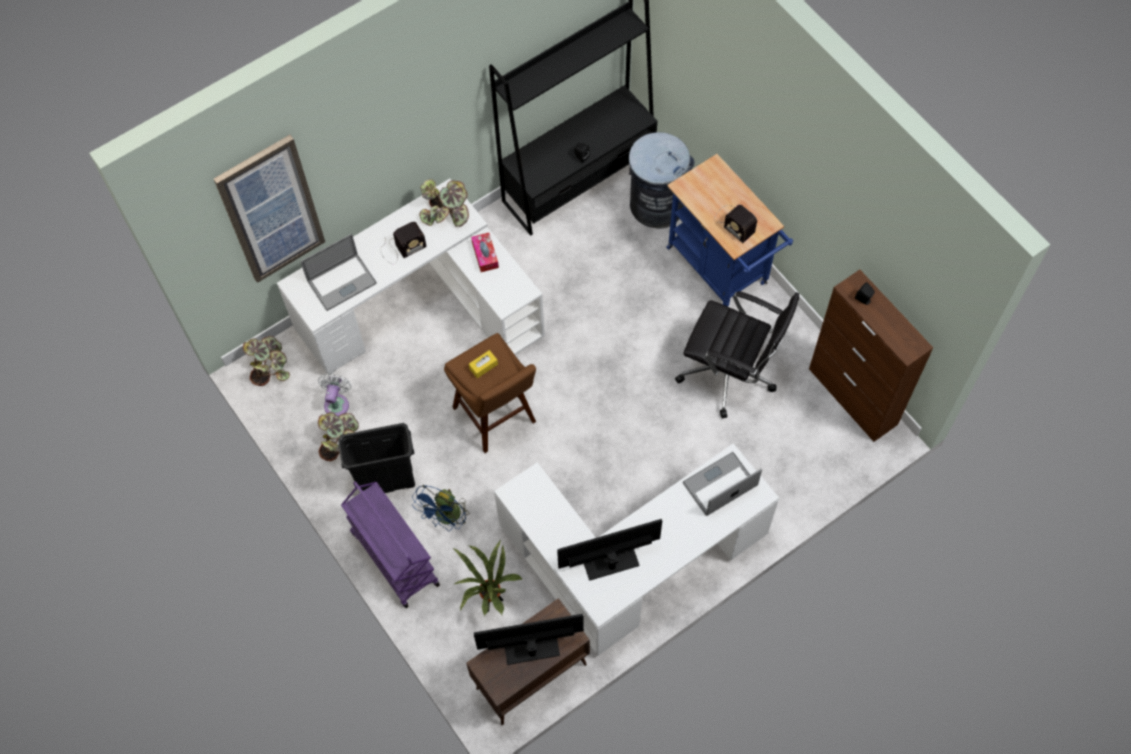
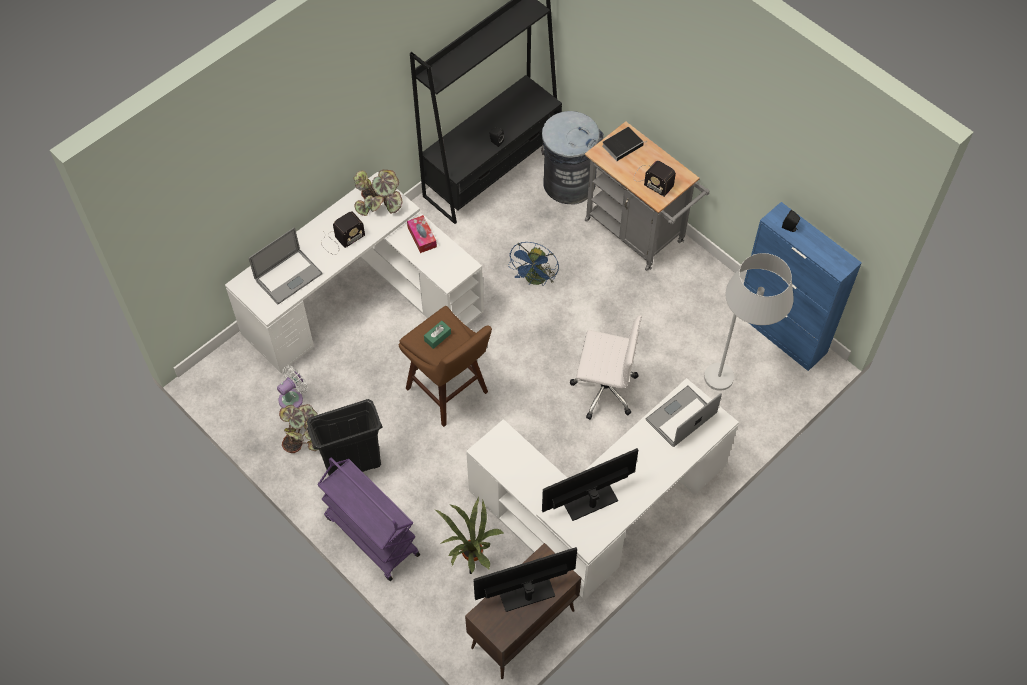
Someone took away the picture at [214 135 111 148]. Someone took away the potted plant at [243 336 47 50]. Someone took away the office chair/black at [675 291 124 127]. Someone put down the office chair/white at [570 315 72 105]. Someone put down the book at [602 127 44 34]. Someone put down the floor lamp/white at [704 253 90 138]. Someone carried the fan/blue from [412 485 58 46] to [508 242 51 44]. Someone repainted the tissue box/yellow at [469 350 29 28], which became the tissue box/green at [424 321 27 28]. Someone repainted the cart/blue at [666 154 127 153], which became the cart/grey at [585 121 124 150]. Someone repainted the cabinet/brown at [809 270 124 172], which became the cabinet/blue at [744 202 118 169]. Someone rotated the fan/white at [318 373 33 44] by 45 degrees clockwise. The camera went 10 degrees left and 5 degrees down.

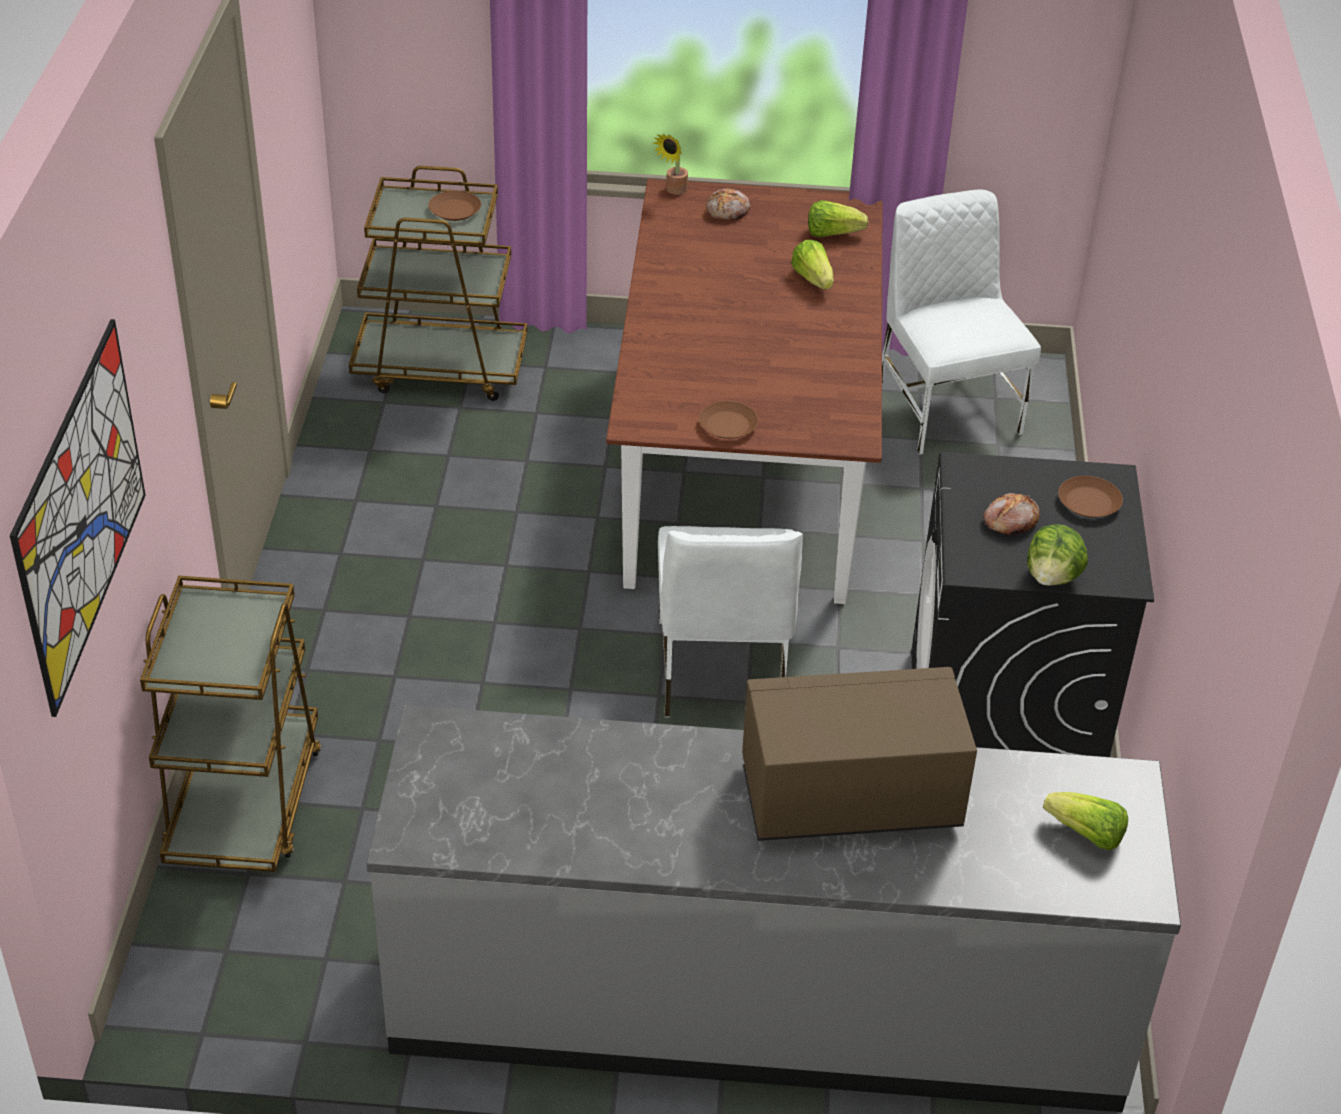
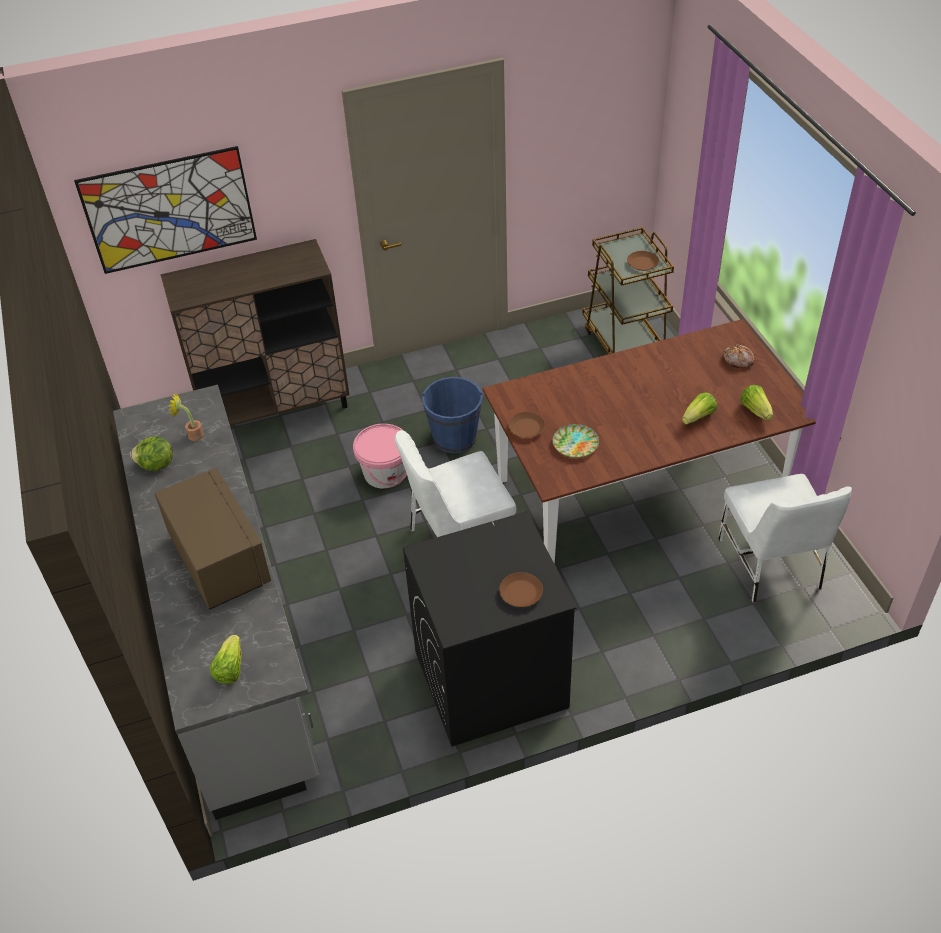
Someone took away the bread at [983 493 56 42]. Someone put down the bucket/pink at [353 424 54 65]. Someone put down the bucket/blue at [422 377 61 76]. Someone put down the plate at [553 424 46 34]. Someone carried the potted plant from [653 134 35 61] to [168 392 36 49]. Someone carried the lettuce from [1027 524 61 62] to [130 437 43 34]. Someone swapped the cart/brown at [140 576 182 296] for the cabinet/brown at [161 239 188 187]. Someone rotated the chair/white at [882 189 159 266] by 120 degrees clockwise. The camera went 70 degrees right and 5 degrees up.

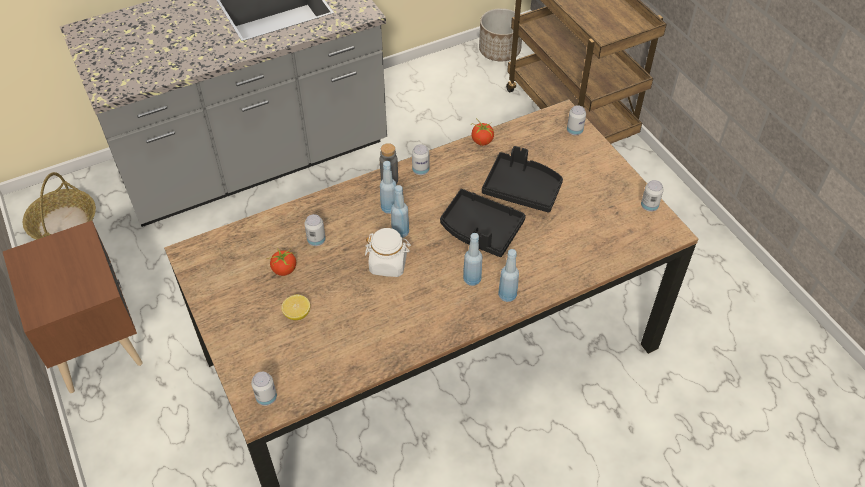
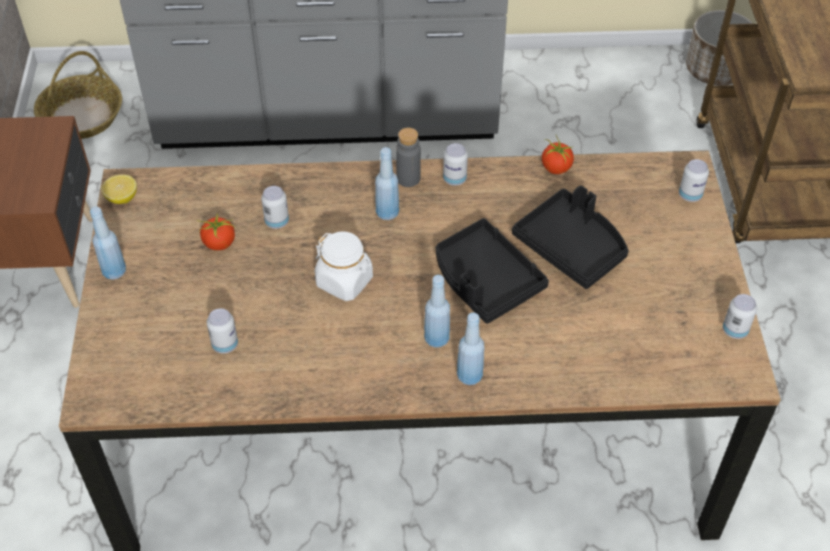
Someone carried the can from [251 372 26 34] to [207 308 31 46]. Someone carried the lemon from [281 295 29 25] to [101 175 36 29]. Someone carried the bottle/blue from [391 185 18 53] to [90 207 36 73]. The camera went 25 degrees right and 0 degrees up.

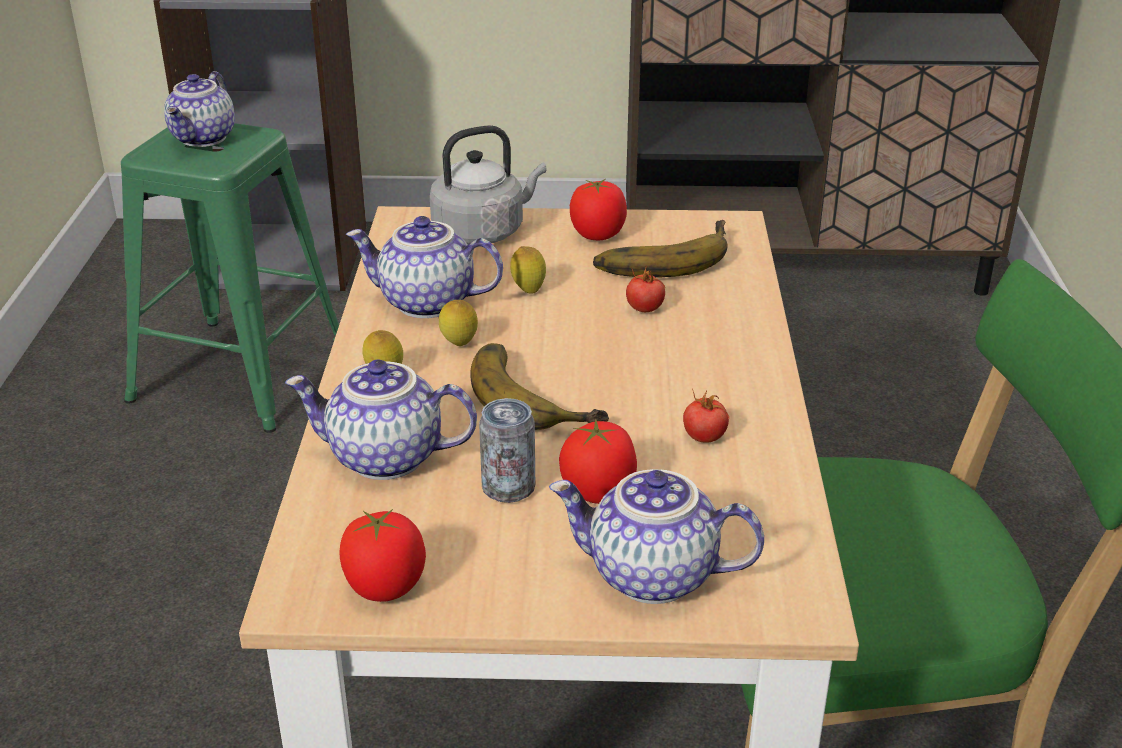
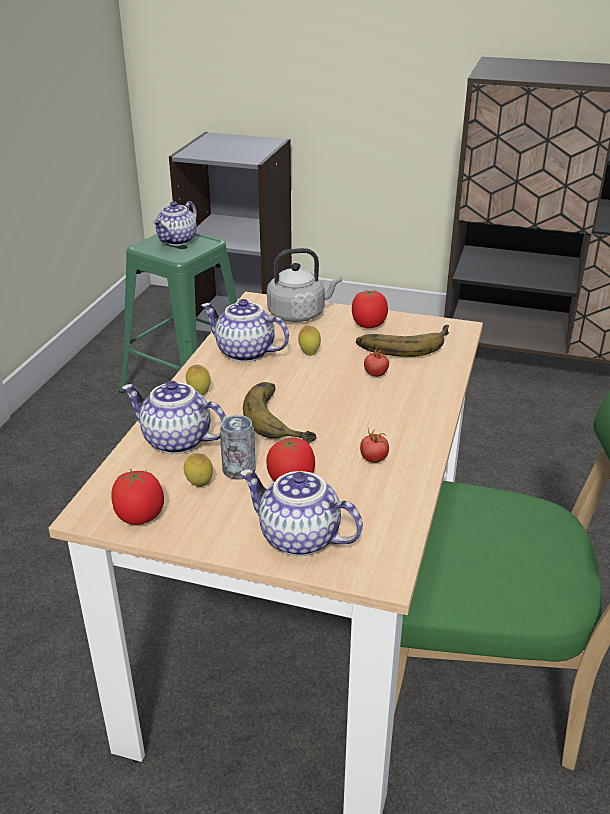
Someone carried the lemon from [439 300 39 46] to [184 453 29 34]. The camera went 15 degrees right and 0 degrees up.

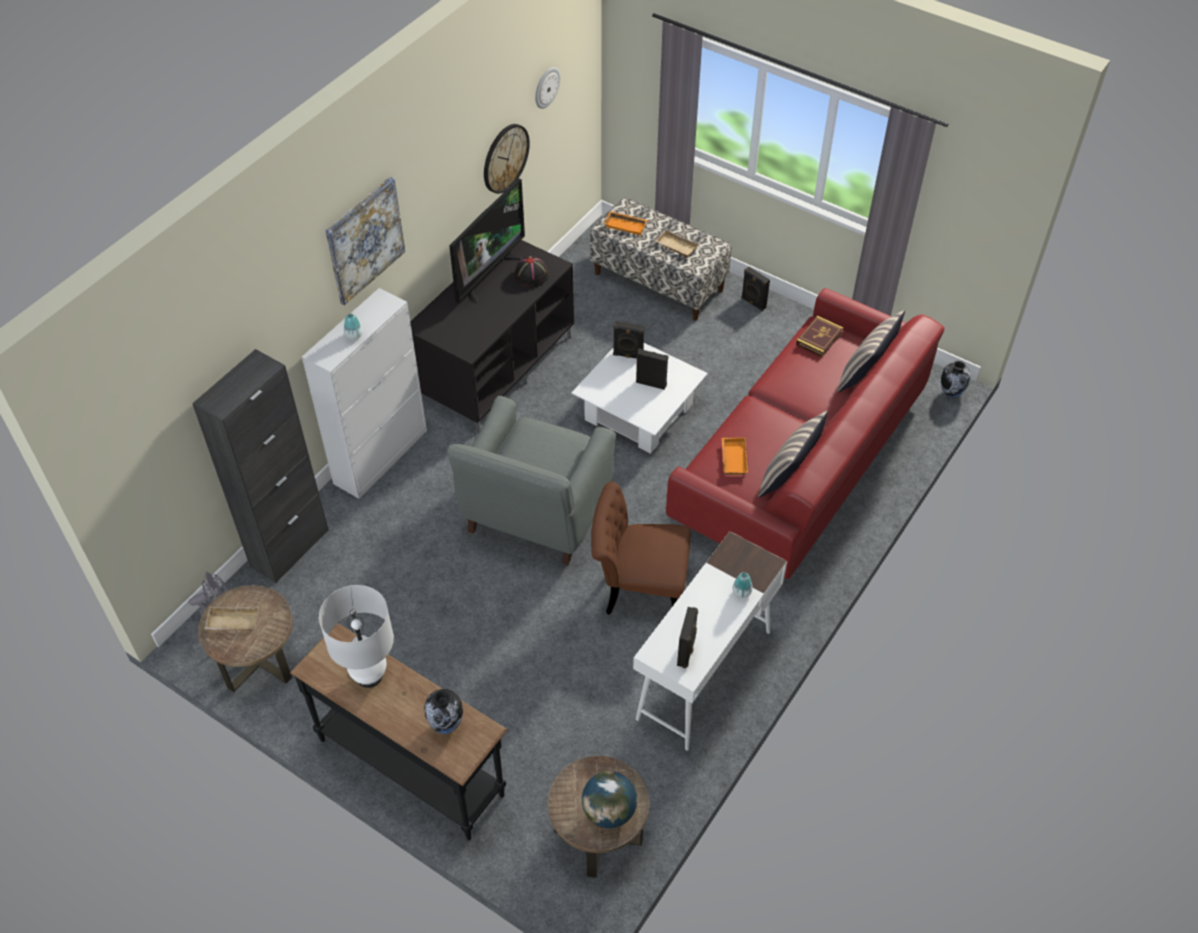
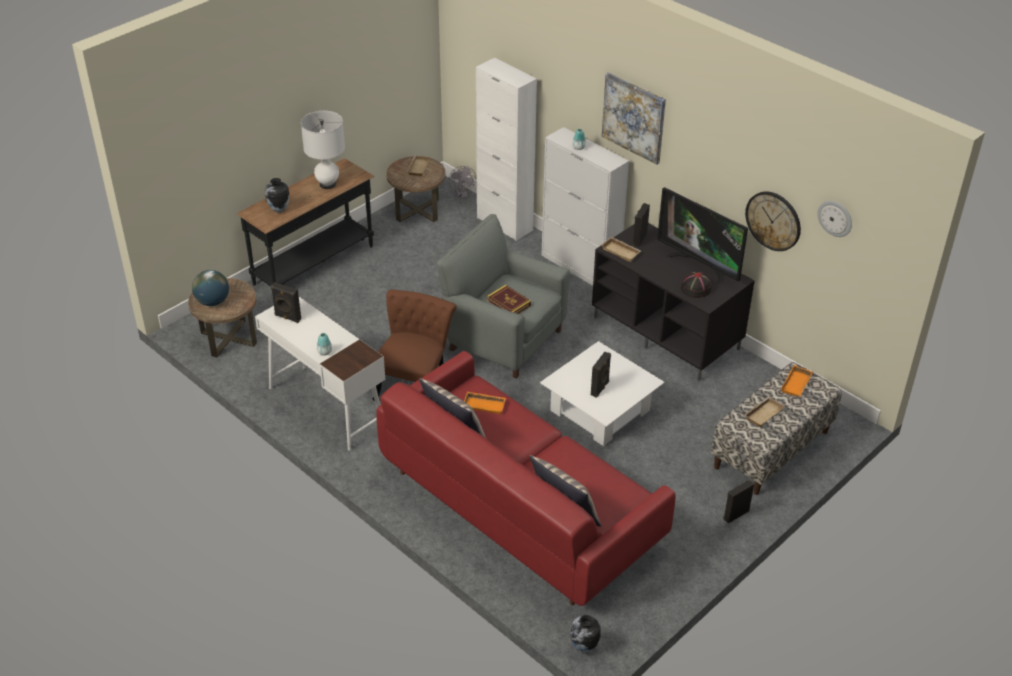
Someone put down the tray/beige at [601 237 40 25]. Someone carried the speaker/black from [613 321 31 38] to [632 203 18 44]. Someone carried the book from [796 316 47 41] to [487 285 44 29]. Someone repainted the cabinet/black at [192 349 137 234], which became the cabinet/white at [476 58 61 183]. The camera went 100 degrees right and 10 degrees down.

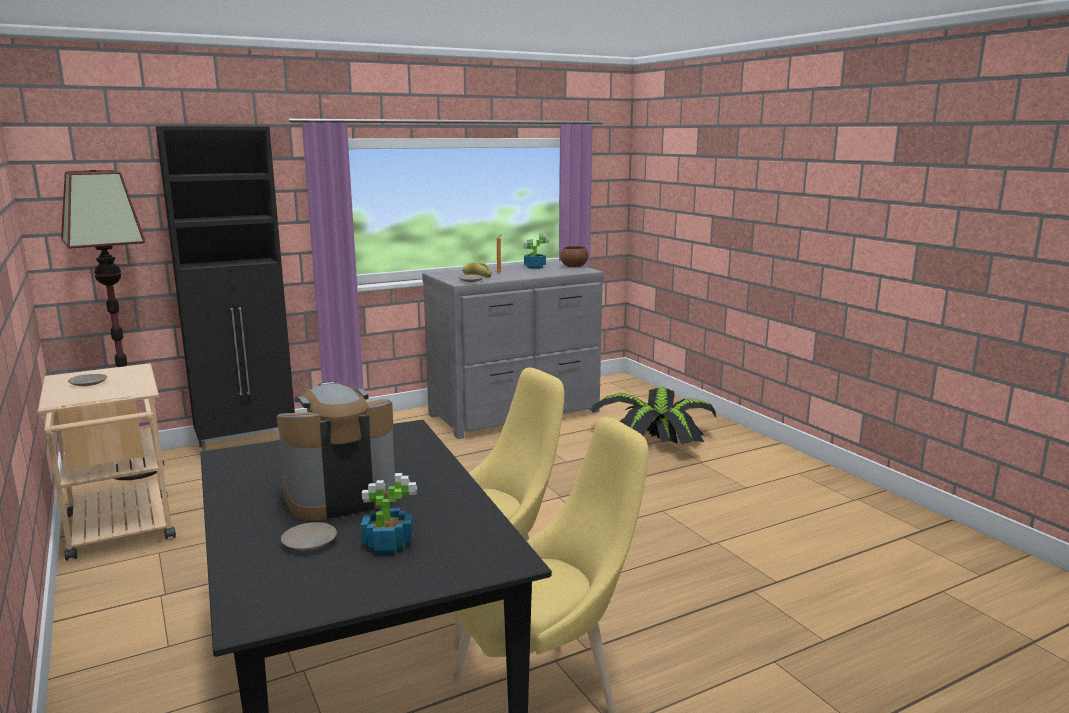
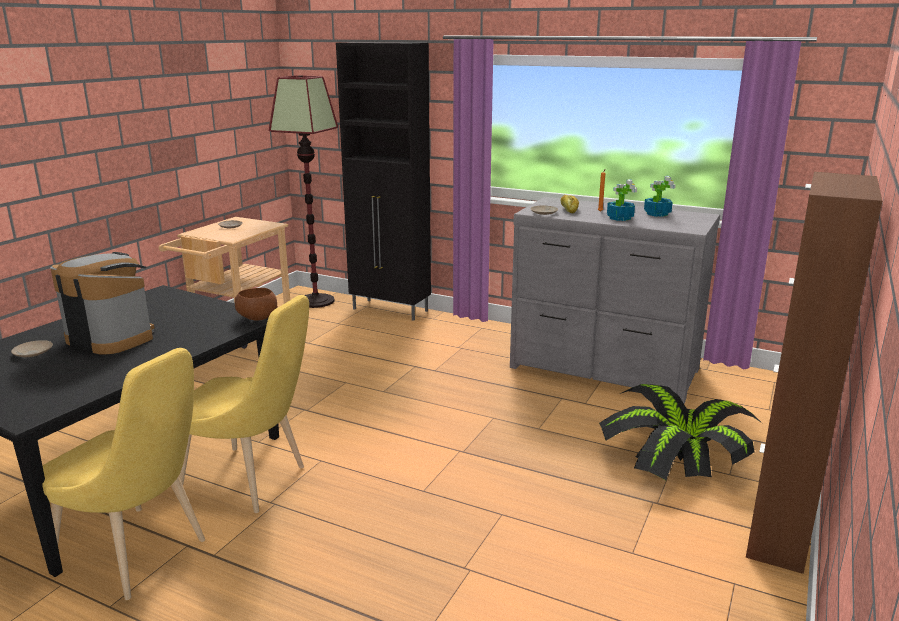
Someone put down the cabinet/brown at [746 172 136 402]. Someone carried the potted plant from [361 473 56 80] to [607 179 30 42]. Someone carried the bowl/brown from [560 246 29 21] to [235 288 43 33]. The camera went 55 degrees right and 5 degrees up.

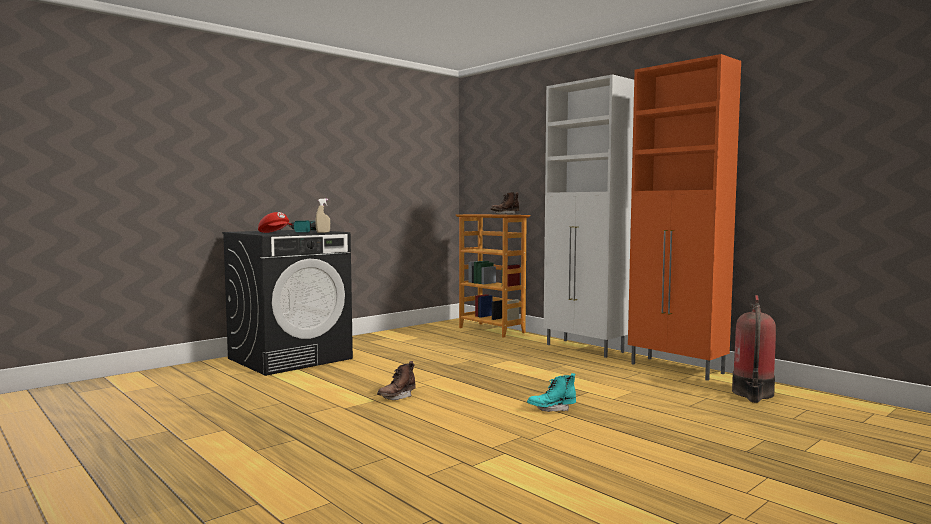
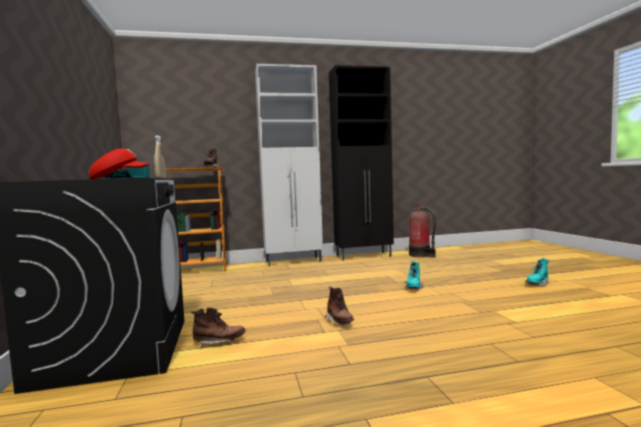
Someone put down the boot/brown at [191 307 55 41]. Someone put down the boot/turquoise at [525 258 24 28]. Someone repainted the cabinet/orange at [628 54 113 327], which became the cabinet/black at [329 65 65 196]. The camera went 60 degrees left and 0 degrees up.

